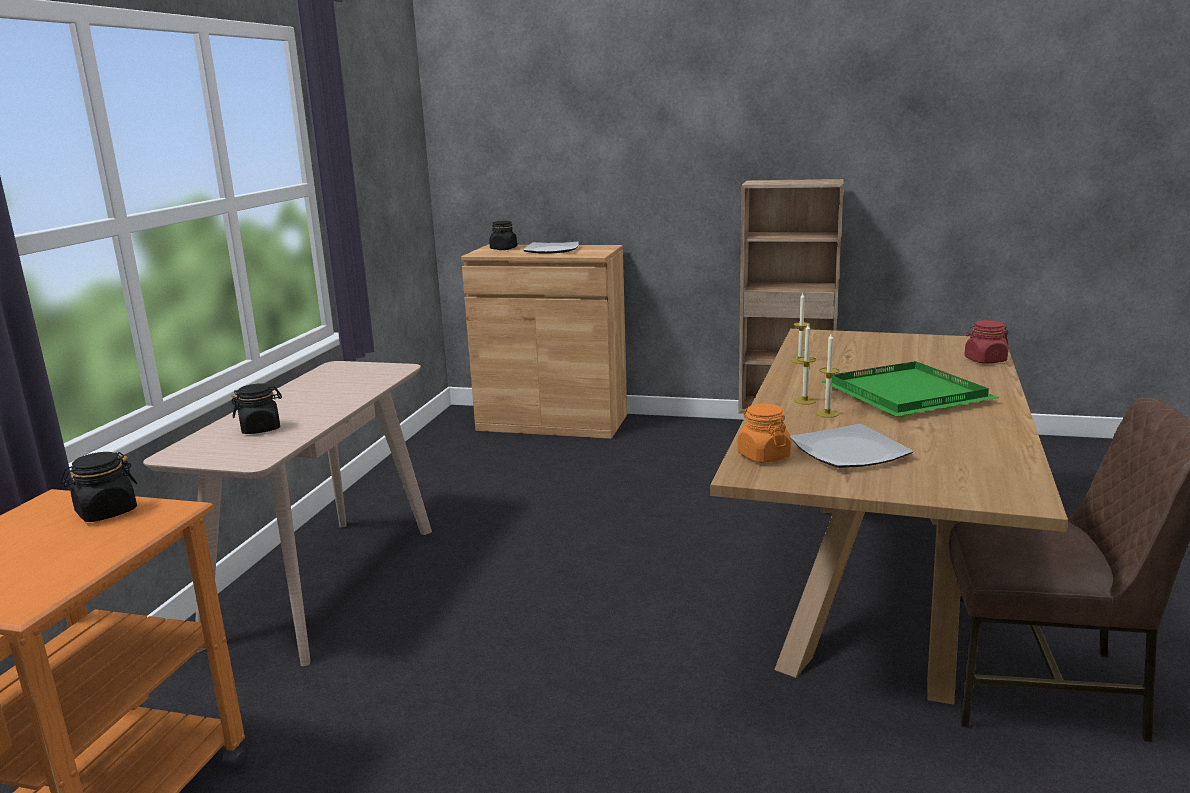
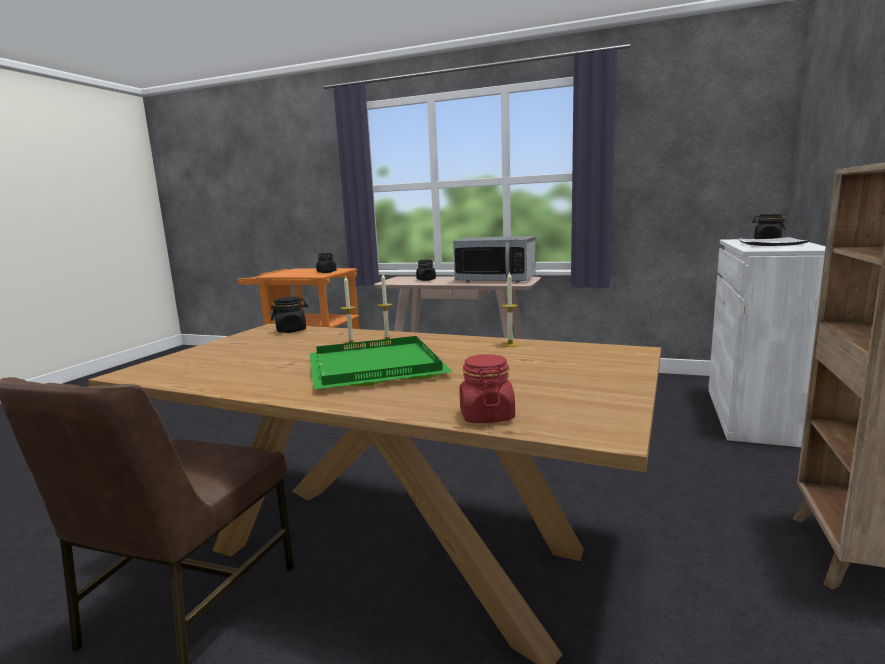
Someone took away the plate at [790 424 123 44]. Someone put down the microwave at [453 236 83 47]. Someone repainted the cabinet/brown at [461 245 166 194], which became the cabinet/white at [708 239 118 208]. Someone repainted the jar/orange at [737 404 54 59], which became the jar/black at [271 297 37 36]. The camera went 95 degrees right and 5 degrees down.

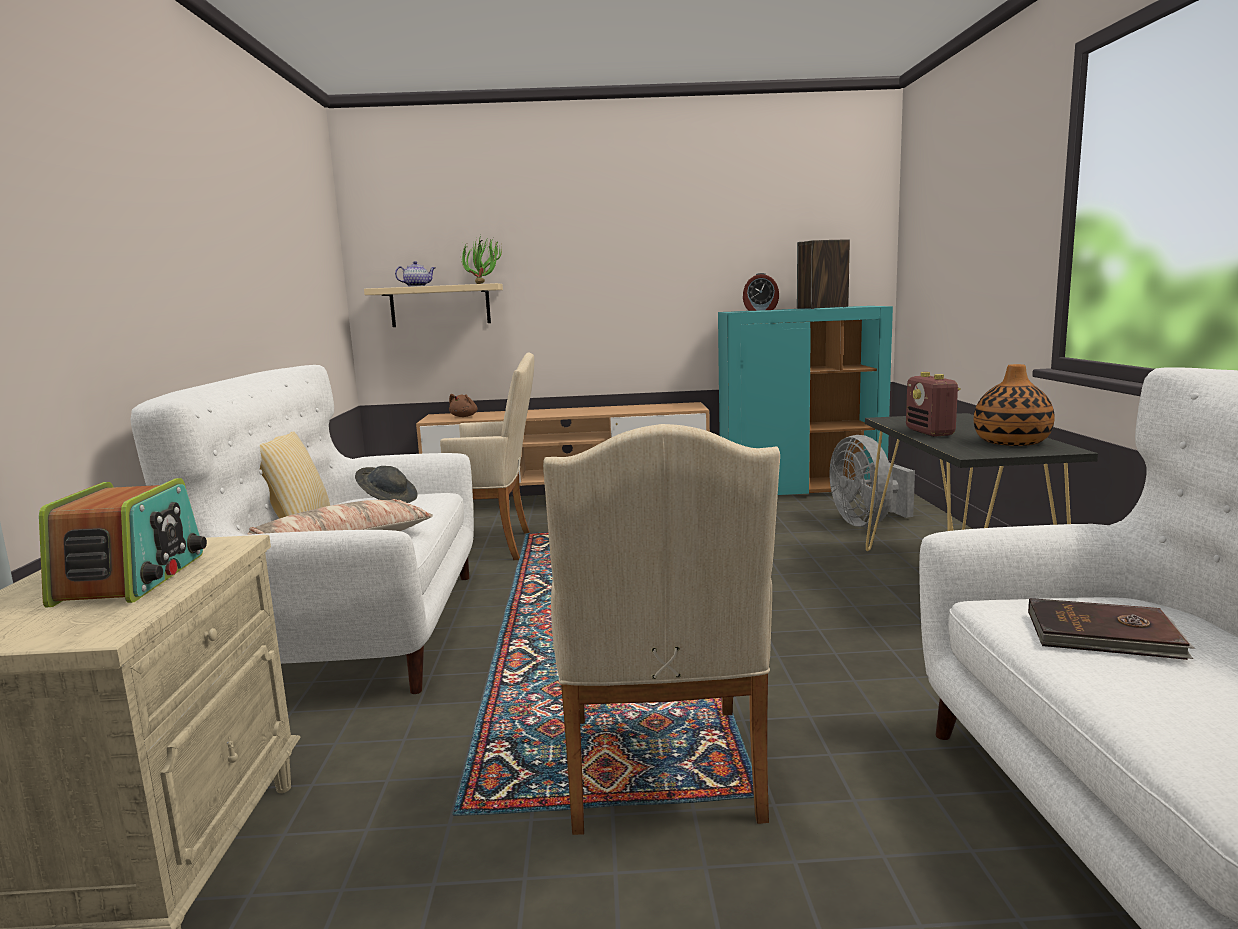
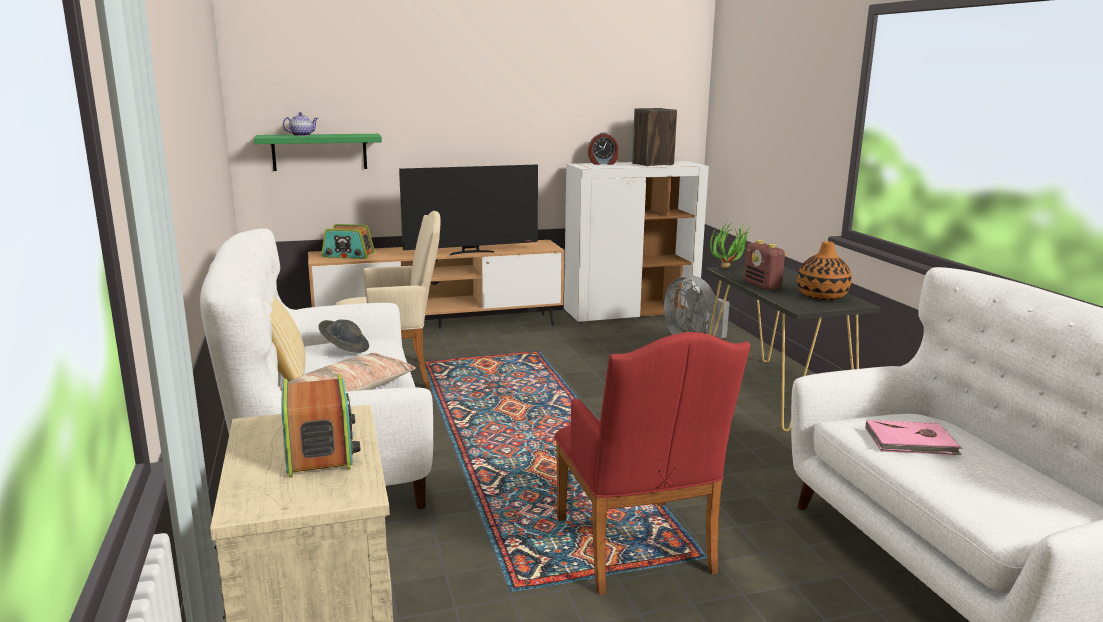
Someone put down the television at [399 165 139 90]. Someone carried the potted plant from [461 235 41 49] to [710 221 39 48]. Someone swapped the plush toy/brown at [449 394 28 23] for the radio at [321 224 54 35]. Someone repainted the shelf/beige at [364 283 139 44], which became the shelf/green at [254 134 128 37]. Someone repainted the armchair/beige at [543 424 237 411], which became the armchair/red at [554 332 196 263]. Someone repainted the cabinet/turquoise at [718 306 175 189], which became the cabinet/white at [564 161 145 163]. Someone repainted the book/brown at [1028 598 167 62], which became the book/pink at [865 420 98 35]. The camera went 15 degrees left and 5 degrees up.

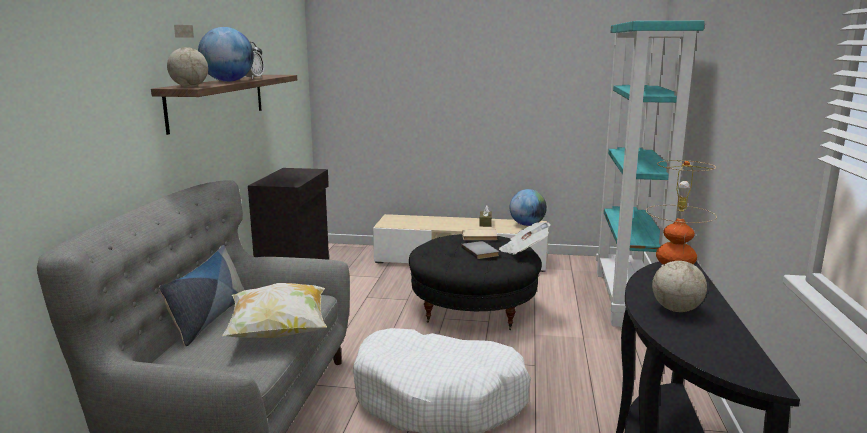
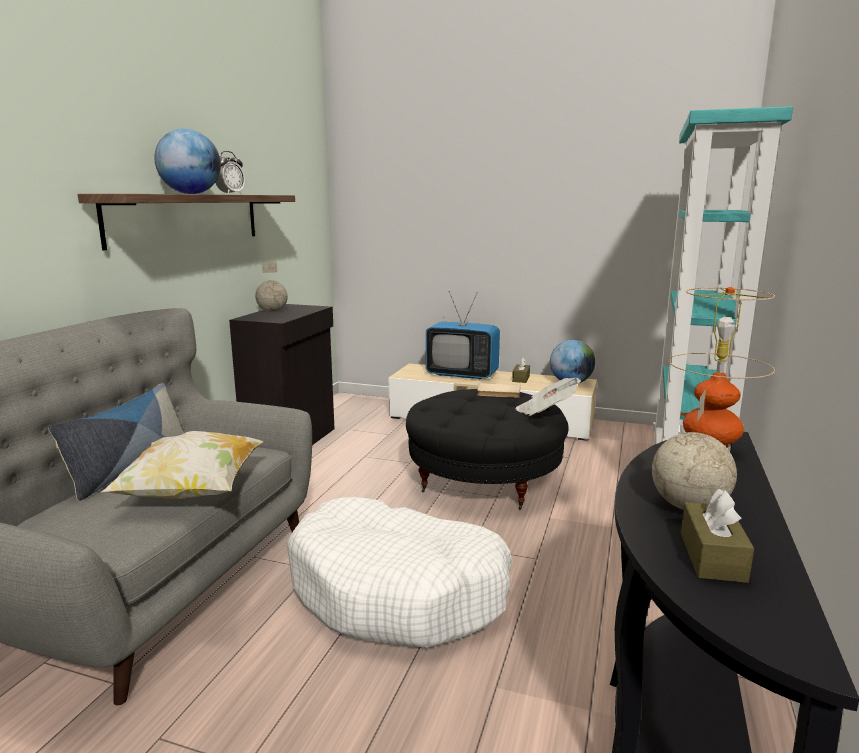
Someone took away the book/grey at [461 241 38 18]. Someone put down the television at [426 291 74 89]. Someone put down the tissue box/brown at [681 489 73 94]. Someone carried the globe from [167 25 41 62] to [255 262 33 50]. The camera went 10 degrees right and 0 degrees up.

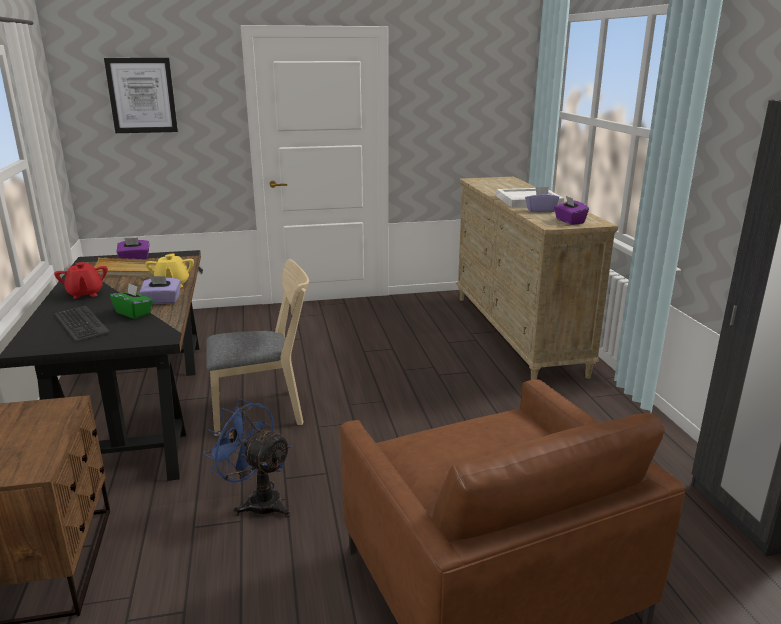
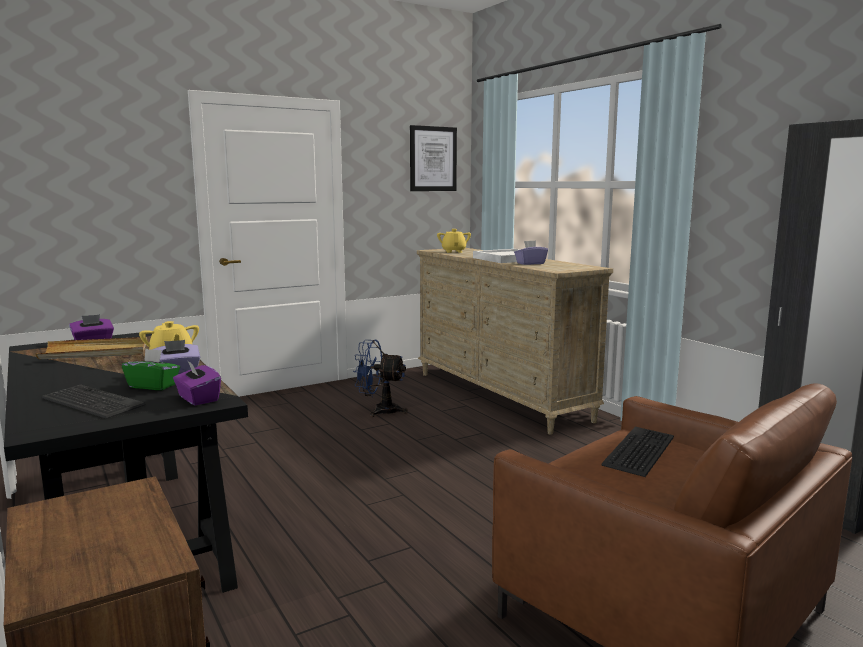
Someone took away the teapot/red at [54 262 54 37]. Someone took away the chair/beige at [206 259 103 177]. Someone put down the teapot/yellow at [437 229 34 24]. Someone put down the keyboard at [601 427 73 50]. Someone carried the picture from [104 58 74 75] to [410 125 47 66]. Someone carried the fan/blue from [203 399 89 118] to [353 340 55 77]. Someone carried the tissue box/purple from [554 196 35 29] to [173 360 48 45]. The camera went 20 degrees left and 10 degrees down.

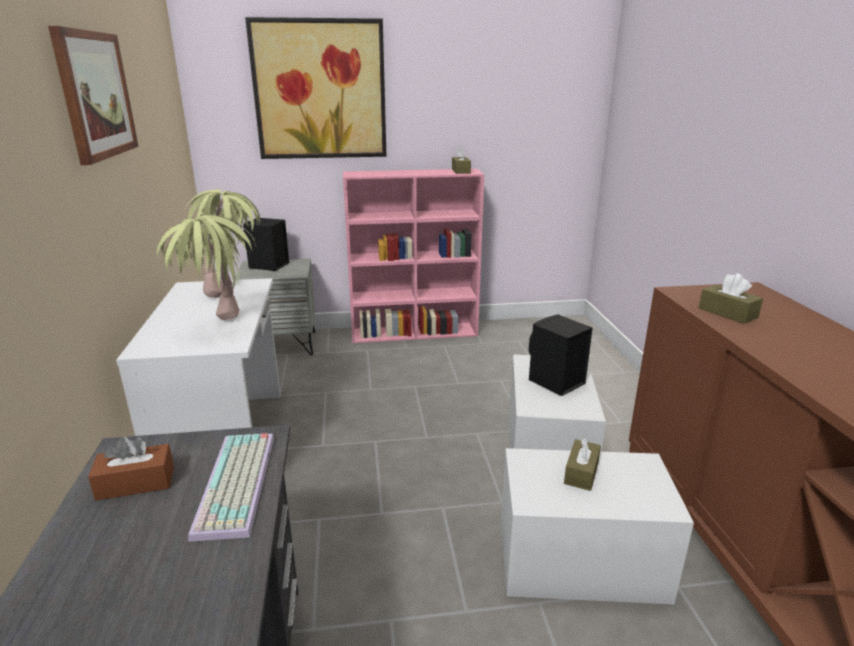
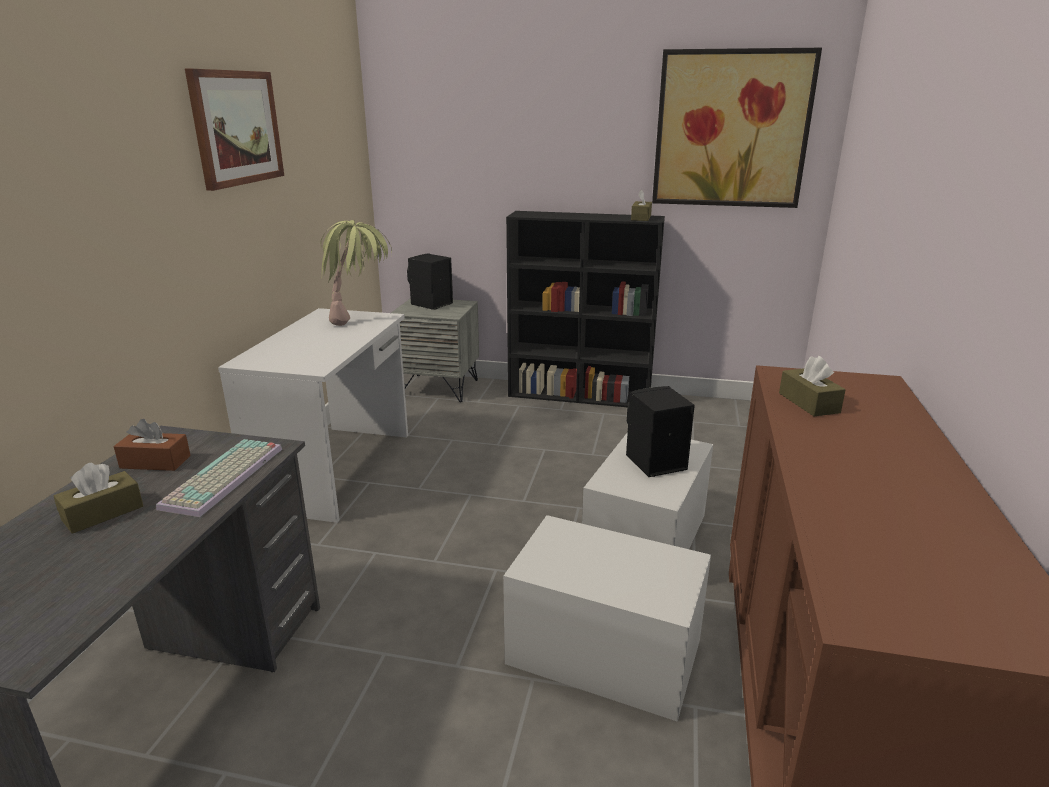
Someone took away the potted plant at [156 212 100 108]. Someone carried the picture from [245 17 141 142] to [652 48 170 160]. Someone carried the tissue box/brown from [564 436 37 55] to [54 463 89 71]. Someone repainted the bookcase/pink at [343 169 142 174], which became the bookcase/black at [506 211 159 196]. The camera went 20 degrees right and 0 degrees up.

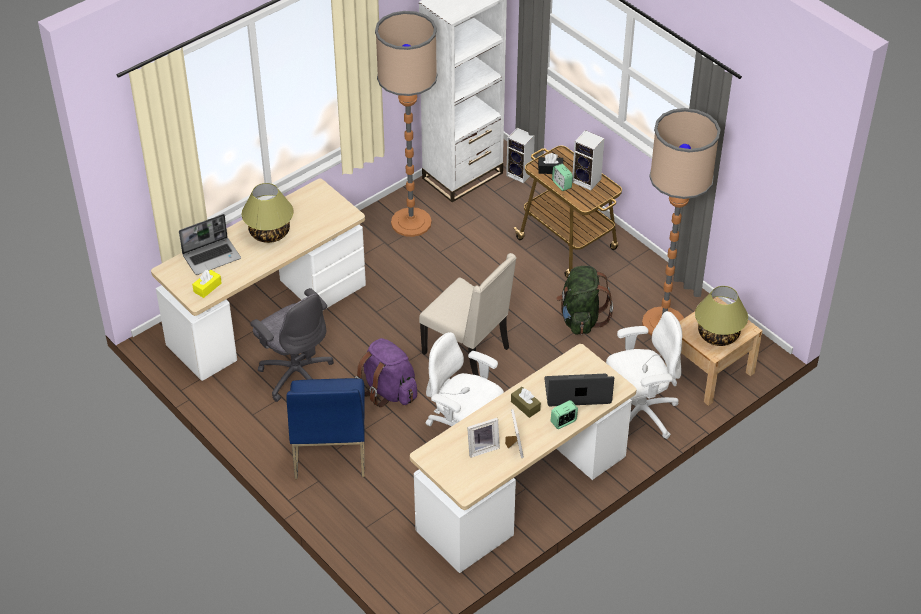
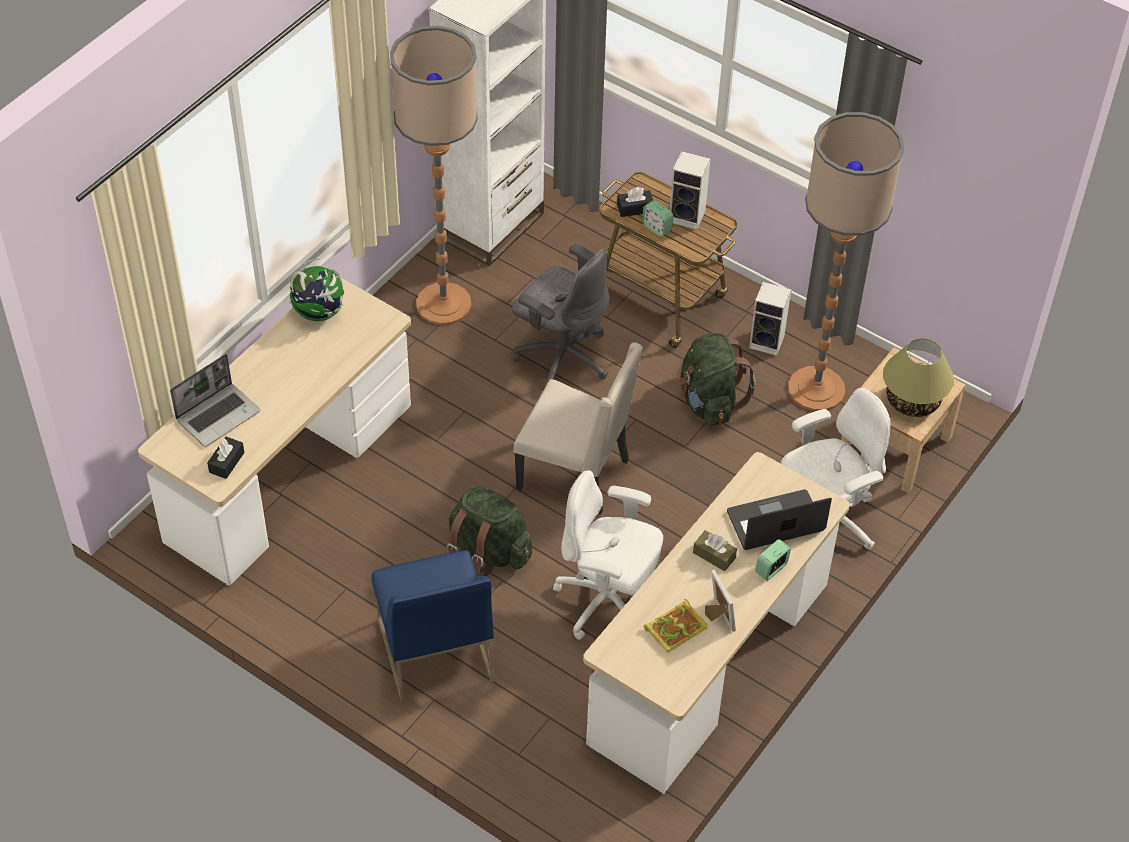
Someone took away the table lamp at [242 183 52 60]. Someone put down the globe at [289 258 55 63]. Someone carried the office chair/grey from [250 288 84 114] to [512 244 98 143]. Someone carried the speaker from [506 128 29 55] to [749 282 42 74]. Someone swapped the picture frame at [467 418 33 40] for the book at [644 599 64 54]. Someone repainted the tissue box/yellow at [192 270 30 28], which became the tissue box/black at [207 437 38 42]. Someone repainted the backpack/purple at [355 338 62 69], which became the backpack/green at [447 485 85 92]. The camera went 15 degrees left and 5 degrees up.

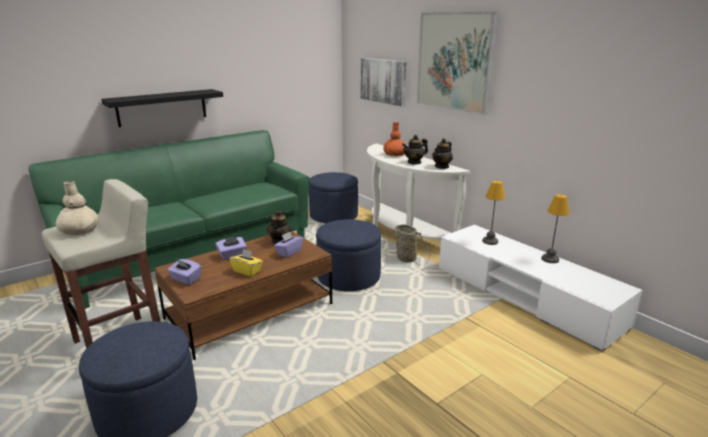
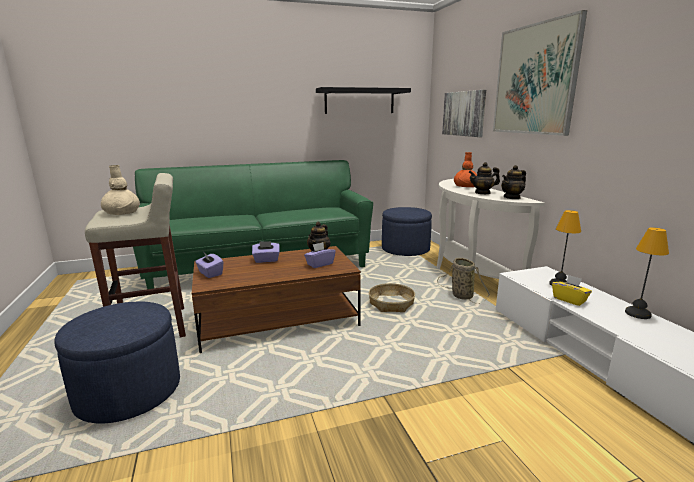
Someone carried the shelf/black from [101 89 122 38] to [316 87 95 27]. Someone carried the tissue box/yellow from [229 249 34 28] to [552 275 40 31]. Someone swapped the ottoman/blue at [316 219 66 72] for the basket at [369 283 46 29]. The camera went 20 degrees right and 5 degrees down.

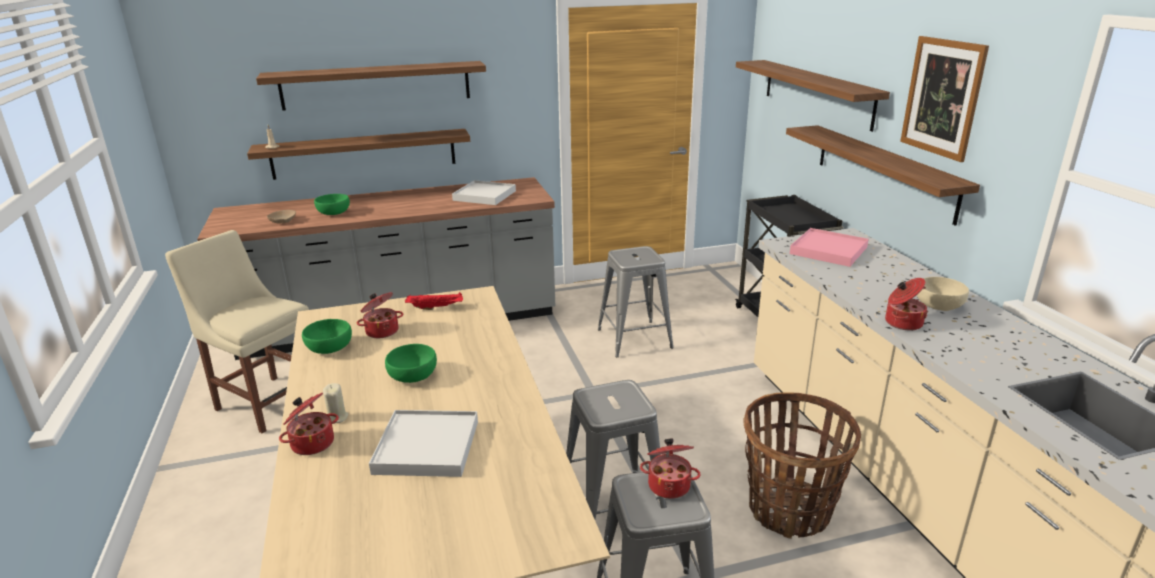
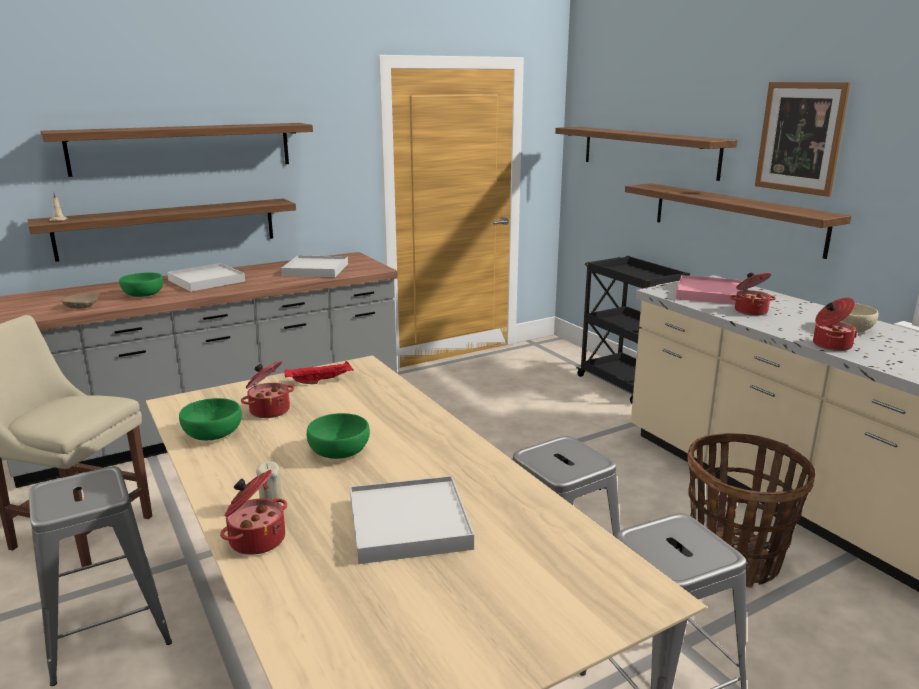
Someone put down the tray/white at [167 263 78 29]. Someone carried the stool/grey from [598 246 76 111] to [29 466 143 220]. Someone carried the cooking pot from [640 438 61 61] to [730 272 46 44]. The camera went 15 degrees left and 5 degrees down.

